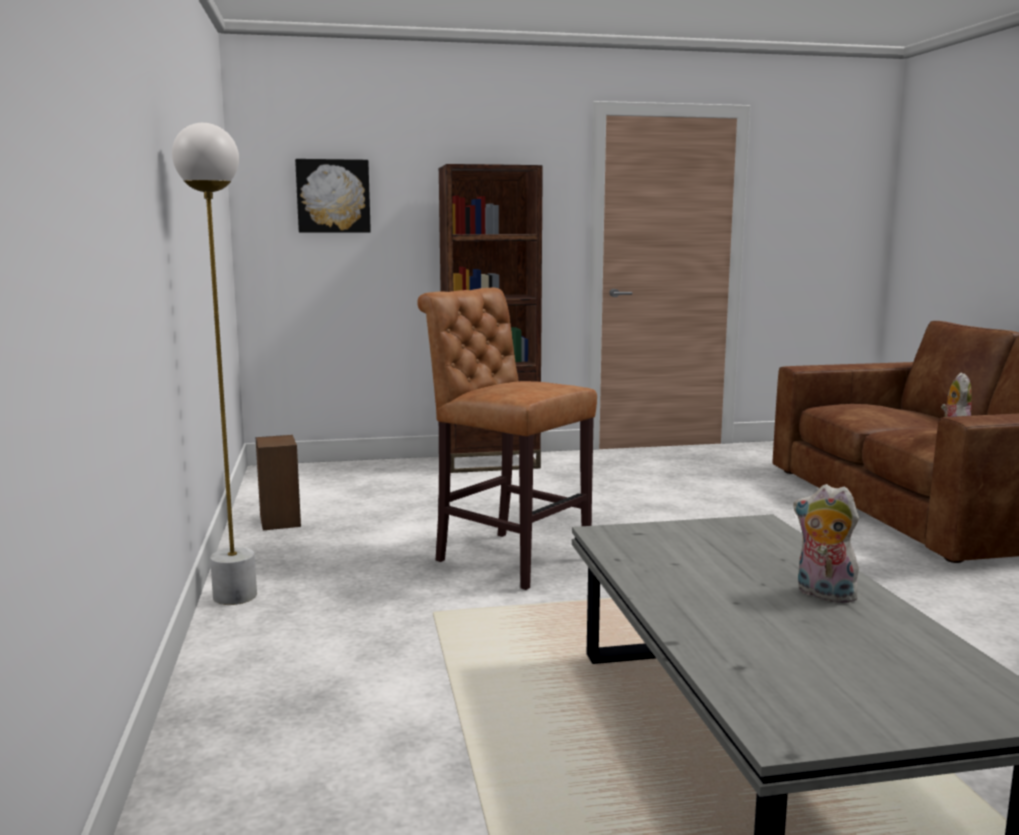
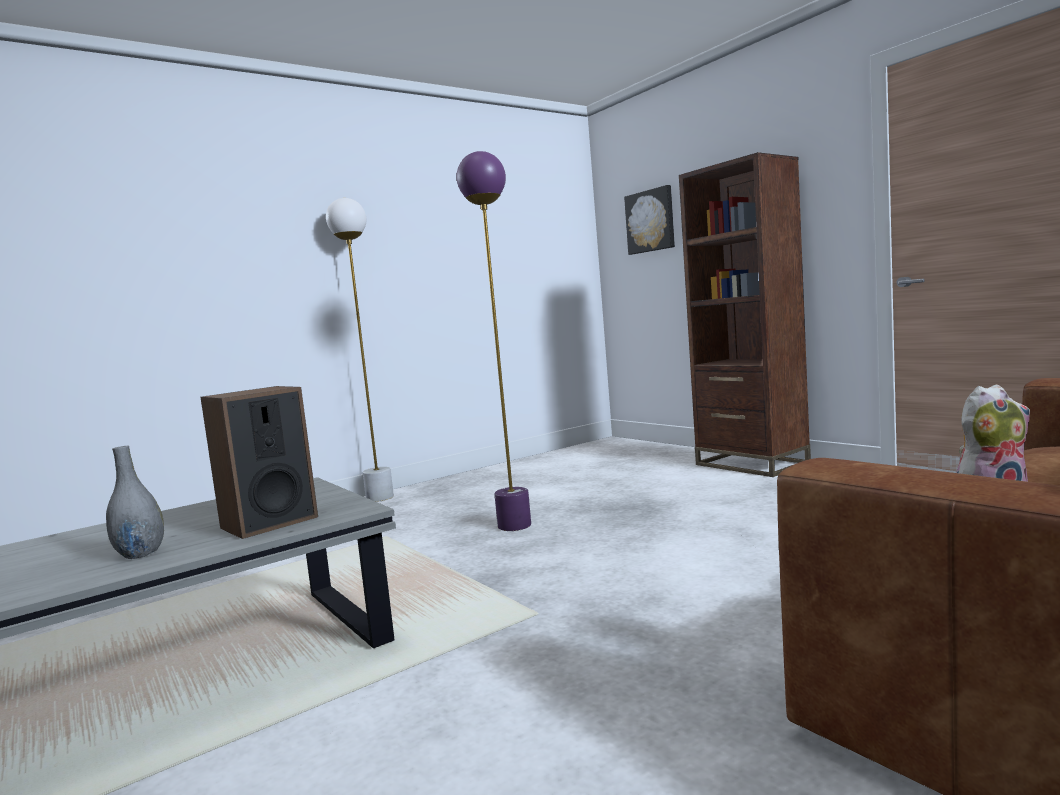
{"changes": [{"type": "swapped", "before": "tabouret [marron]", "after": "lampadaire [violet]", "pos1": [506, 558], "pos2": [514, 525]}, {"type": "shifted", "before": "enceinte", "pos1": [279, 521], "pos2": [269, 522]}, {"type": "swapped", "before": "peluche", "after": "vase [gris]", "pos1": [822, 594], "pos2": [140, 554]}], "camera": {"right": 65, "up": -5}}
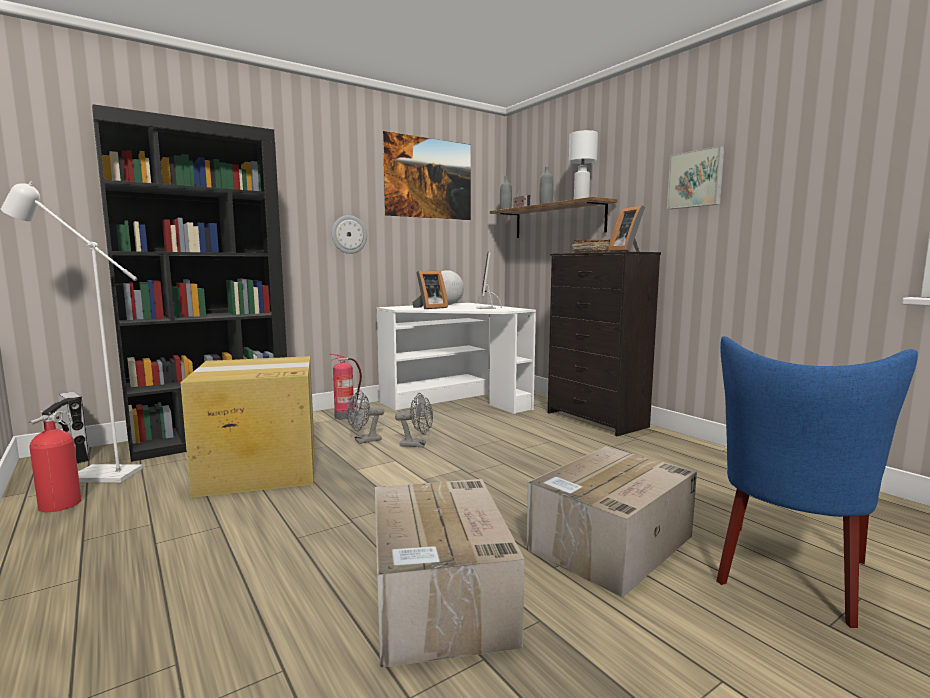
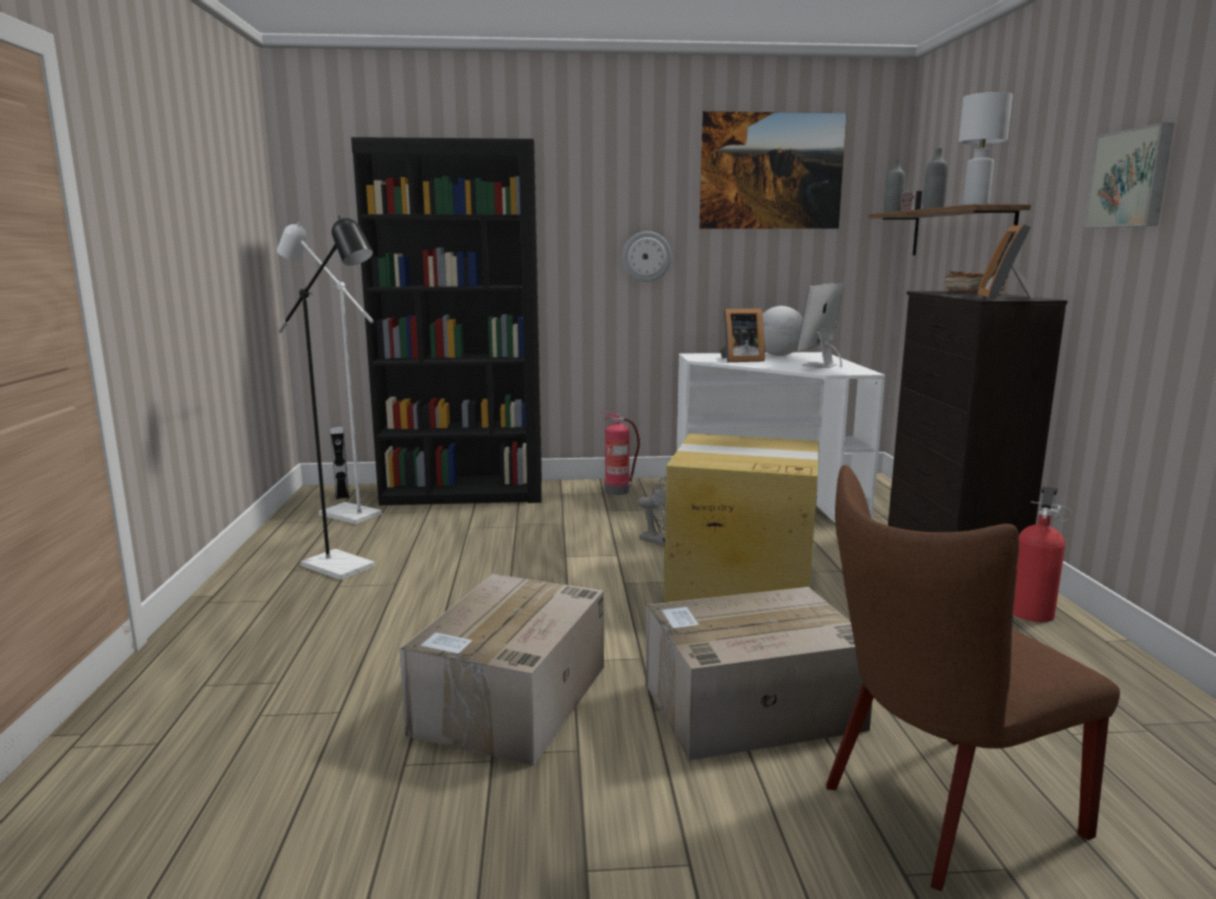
{"changes": [{"type": "repainted", "before": "chaise [bleu]", "after": "chaise [marron]", "pos1": [788, 575], "pos2": [938, 812]}, {"type": "shifted", "before": "carton", "pos1": [258, 469], "pos2": [739, 580]}, {"type": "gone", "before": "ventilateur [gris]", "pos1": [364, 441]}, {"type": "shifted", "before": "extincteur", "pos1": [63, 502], "pos2": [1031, 611]}, {"type": "new", "after": "lampadaire [noir]", "pos2": [347, 569]}], "camera": {"right": 30, "up": 5}}
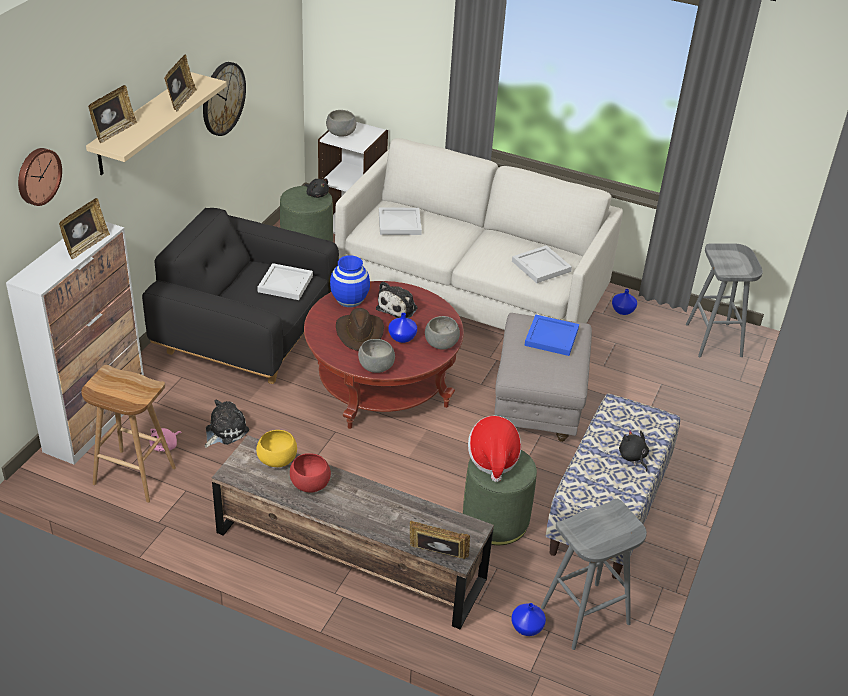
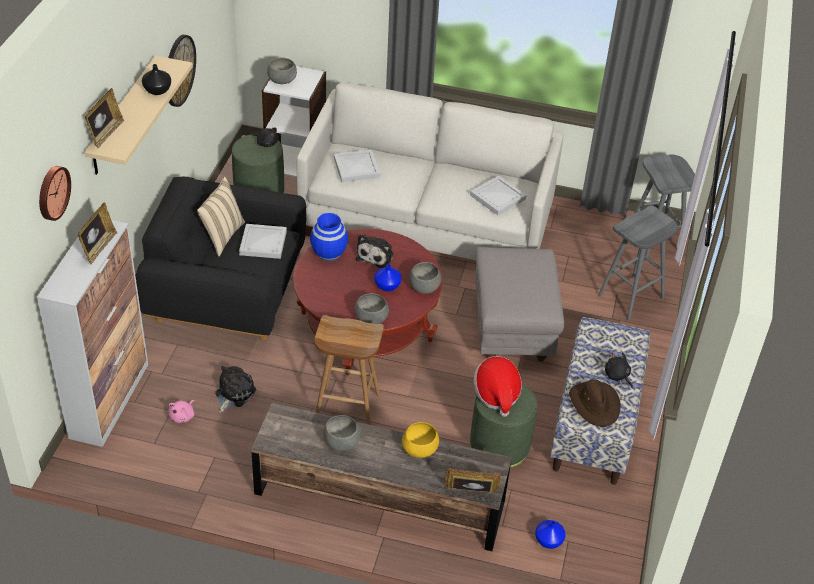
{"changes": [{"type": "swapped", "before": "cadre photo", "after": "vase [noir]", "pos1": [181, 101], "pos2": [157, 90]}, {"type": "gone", "before": "vase [bleu]", "pos1": [623, 310]}, {"type": "shifted", "before": "chapeau [marron]", "pos1": [360, 333], "pos2": [595, 404]}, {"type": "gone", "before": "plateau [bleu]", "pos1": [552, 338]}, {"type": "shifted", "before": "tabouret [marron]", "pos1": [133, 476], "pos2": [346, 408]}, {"type": "shifted", "before": "bol [jaune]", "pos1": [277, 459], "pos2": [420, 448]}, {"type": "repainted", "before": "bol [rouge]", "after": "bol [gris]", "pos1": [310, 484], "pos2": [342, 442]}, {"type": "shifted", "before": "tabouret [gris]", "pos1": [584, 616], "pos2": [630, 298]}, {"type": "new", "after": "coussin [beige]", "pos2": [222, 236]}], "camera": {"right": -10, "up": 5}}
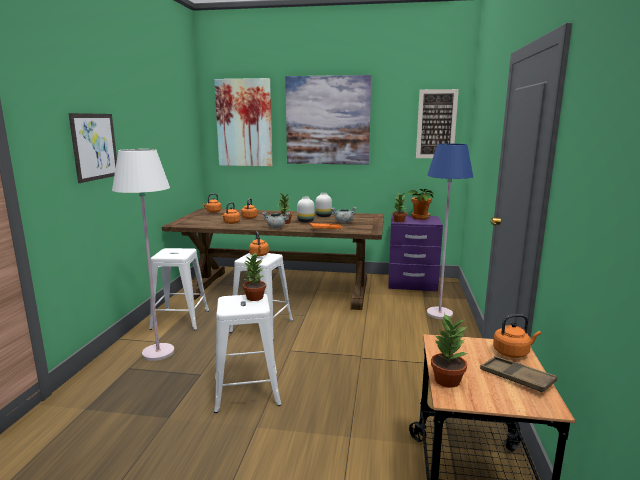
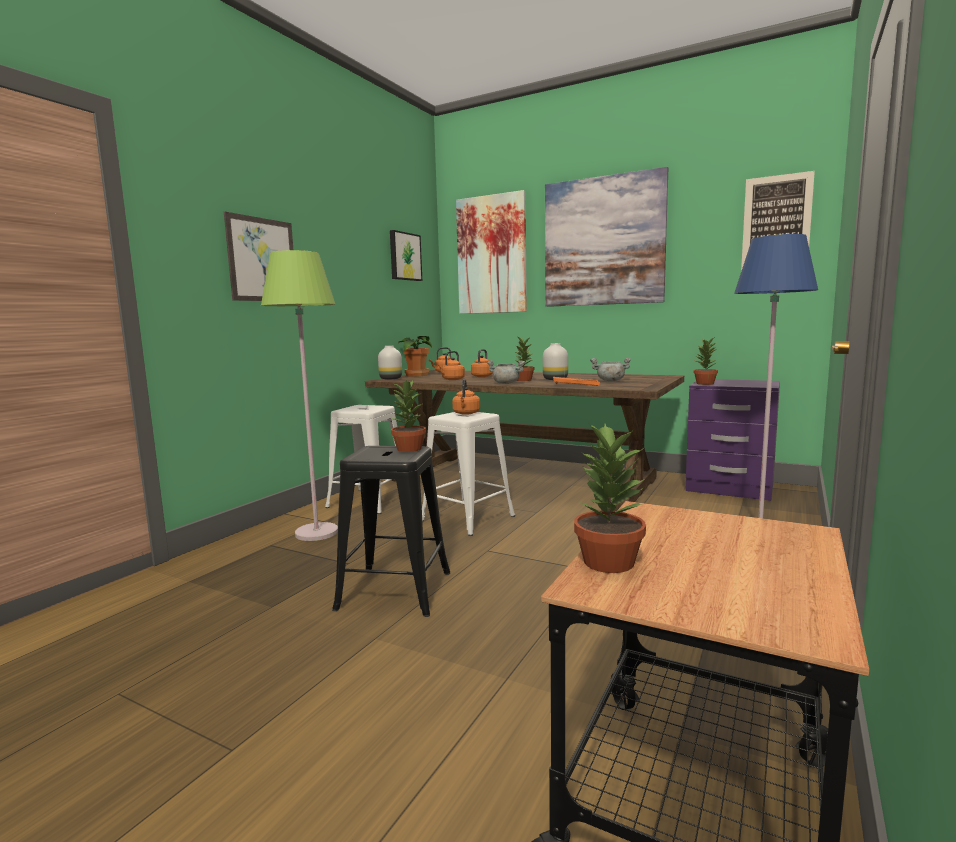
{"changes": [{"type": "repainted", "before": "lampadaire [blanc]", "after": "lampadaire [vert]", "pos1": [158, 352], "pos2": [317, 533]}, {"type": "shifted", "before": "plante en pot", "pos1": [420, 218], "pos2": [416, 375]}, {"type": "shifted", "before": "vase [blanc]", "pos1": [323, 216], "pos2": [391, 379]}, {"type": "repainted", "before": "tabouret [blanc]", "after": "tabouret [noir]", "pos1": [247, 390], "pos2": [394, 590]}, {"type": "gone", "before": "bouilloire [orange]", "pos1": [512, 352]}, {"type": "gone", "before": "plateau [marron]", "pos1": [516, 378]}, {"type": "new", "after": "tableau", "pos2": [404, 256]}], "camera": {"right": 20, "up": -5}}
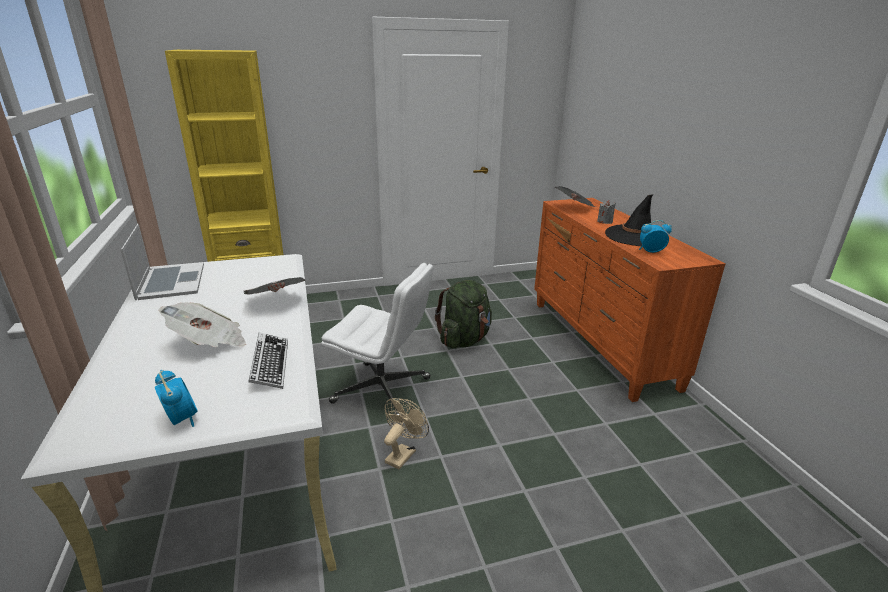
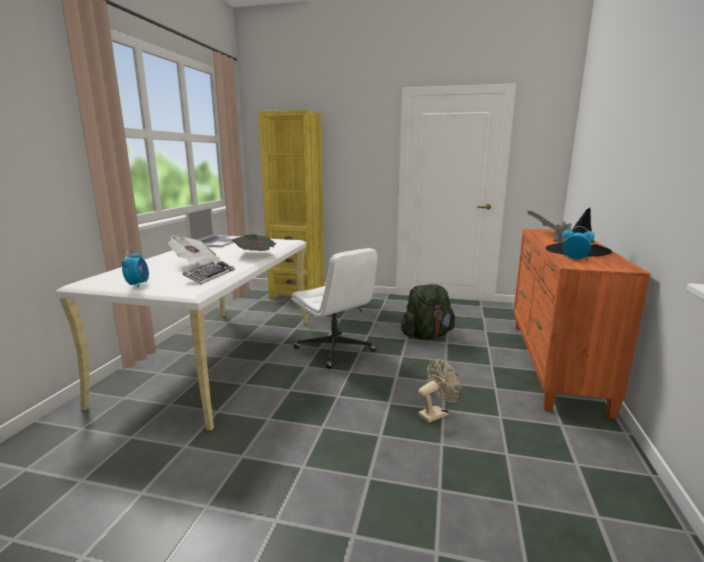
{"changes": [{"type": "shifted", "before": "ventilateur [beige]", "pos1": [403, 453], "pos2": [436, 414]}], "camera": {"right": 30, "up": -10}}
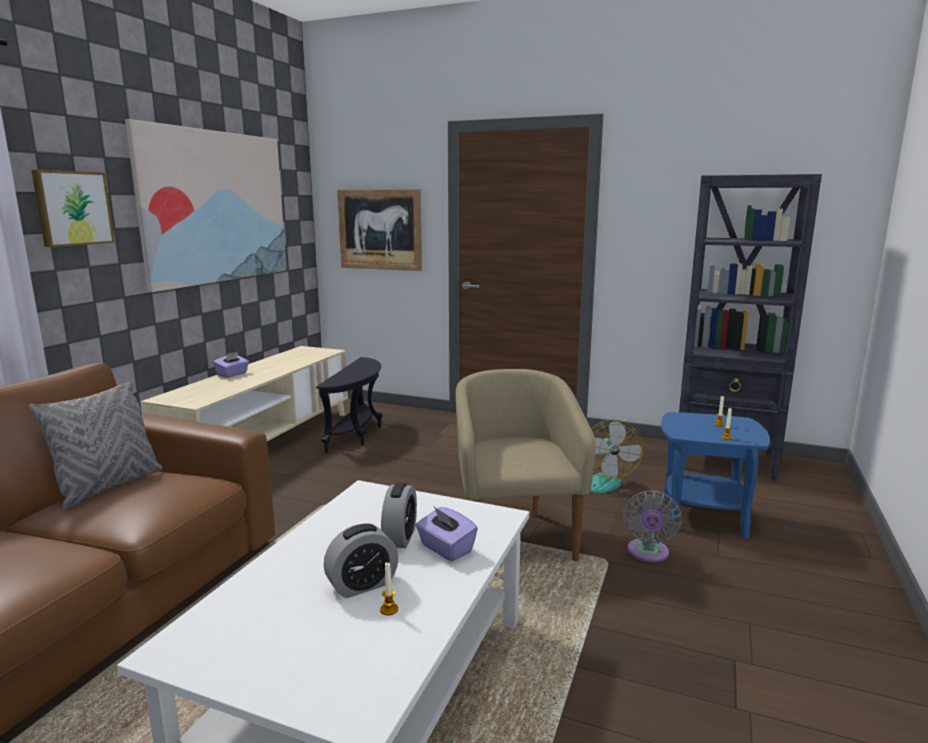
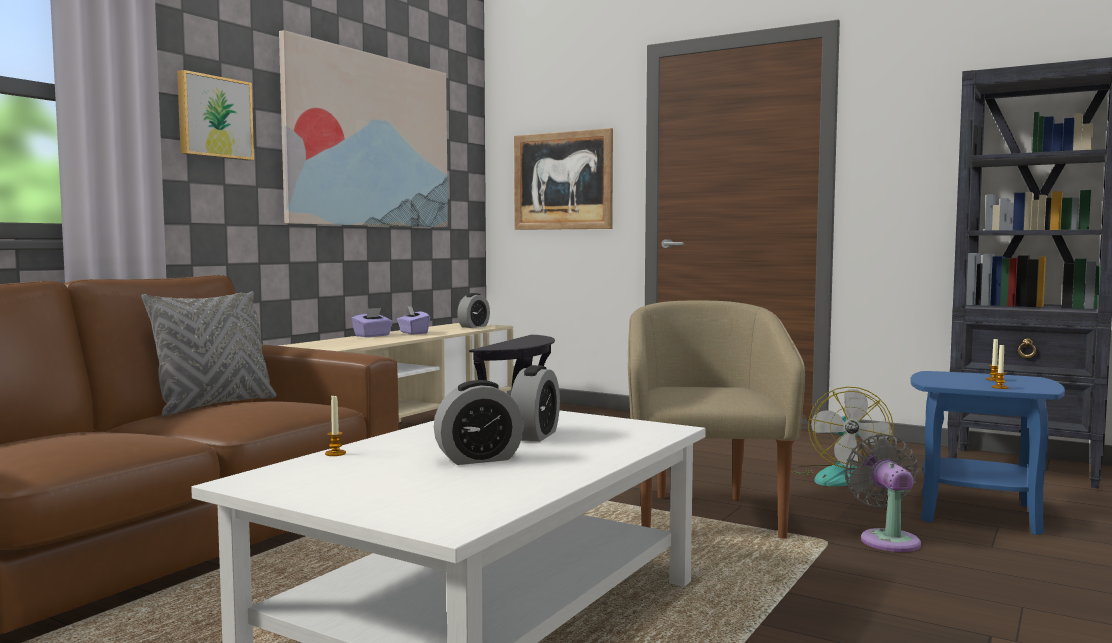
{"changes": [{"type": "rotated", "before": "ventilateur [gris]", "pos1": [647, 553], "pos2": [887, 539], "turn": 150}, {"type": "shifted", "before": "boîte à mouchoirs [violet]", "pos1": [445, 549], "pos2": [413, 333]}, {"type": "shifted", "before": "bougie", "pos1": [389, 609], "pos2": [335, 453]}, {"type": "new", "after": "réveil", "pos2": [474, 326]}], "camera": {"right": 10, "up": -10}}
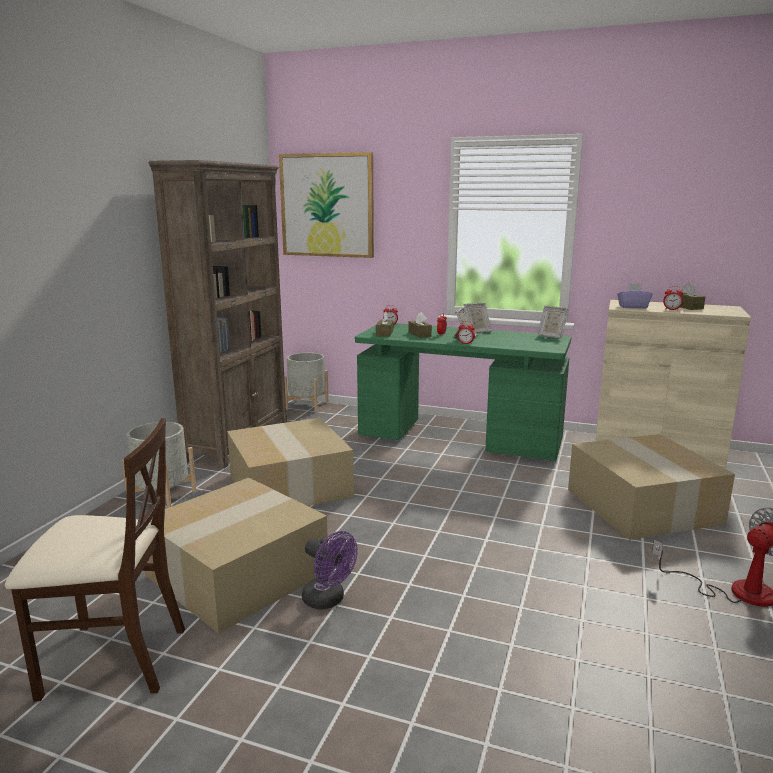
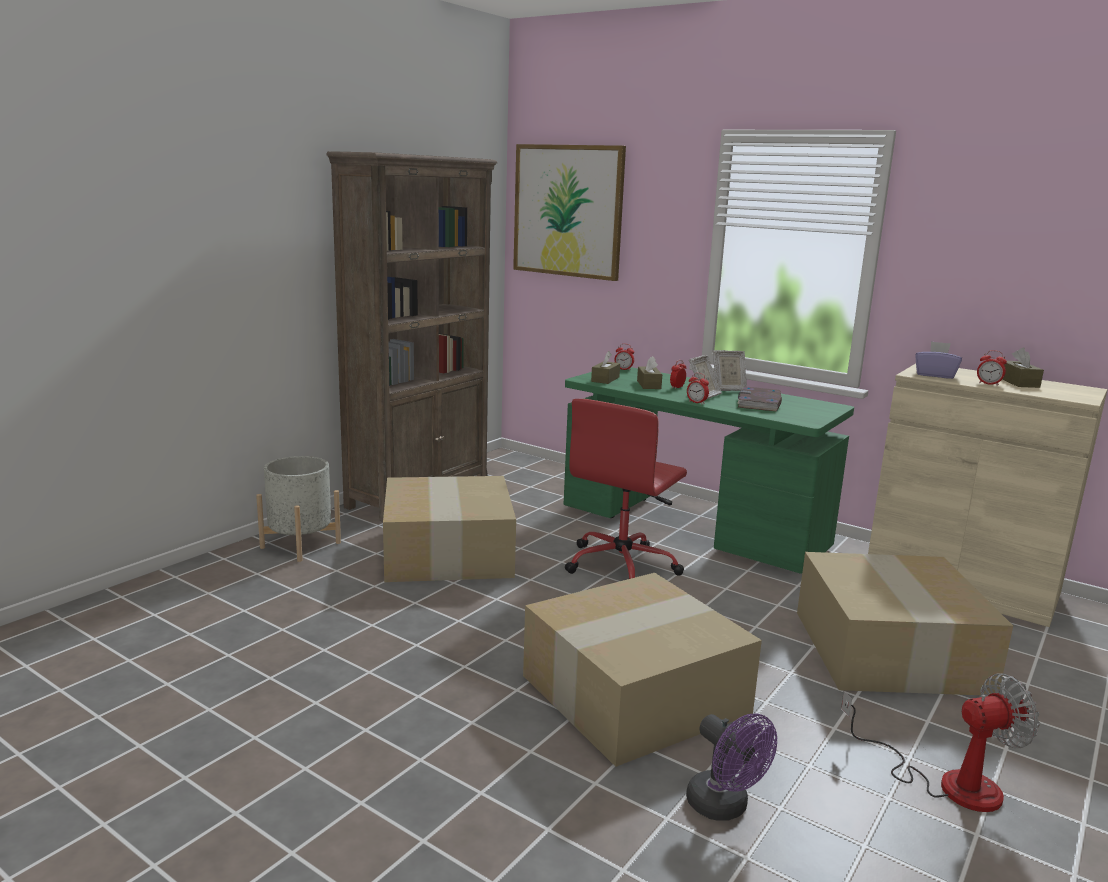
{"changes": [{"type": "gone", "before": "cadre photo", "pos1": [551, 336]}, {"type": "gone", "before": "cache-pot [gris]", "pos1": [307, 405]}, {"type": "gone", "before": "chaise [beige]", "pos1": [113, 660]}, {"type": "shifted", "before": "carton", "pos1": [238, 572], "pos2": [635, 692]}, {"type": "shifted", "before": "ventilateur [violet]", "pos1": [328, 600], "pos2": [724, 807]}, {"type": "new", "after": "livre", "pos2": [759, 403]}, {"type": "new", "after": "chaise de bureau [rouge]", "pos2": [622, 565]}], "camera": {"right": 15, "up": 0}}
